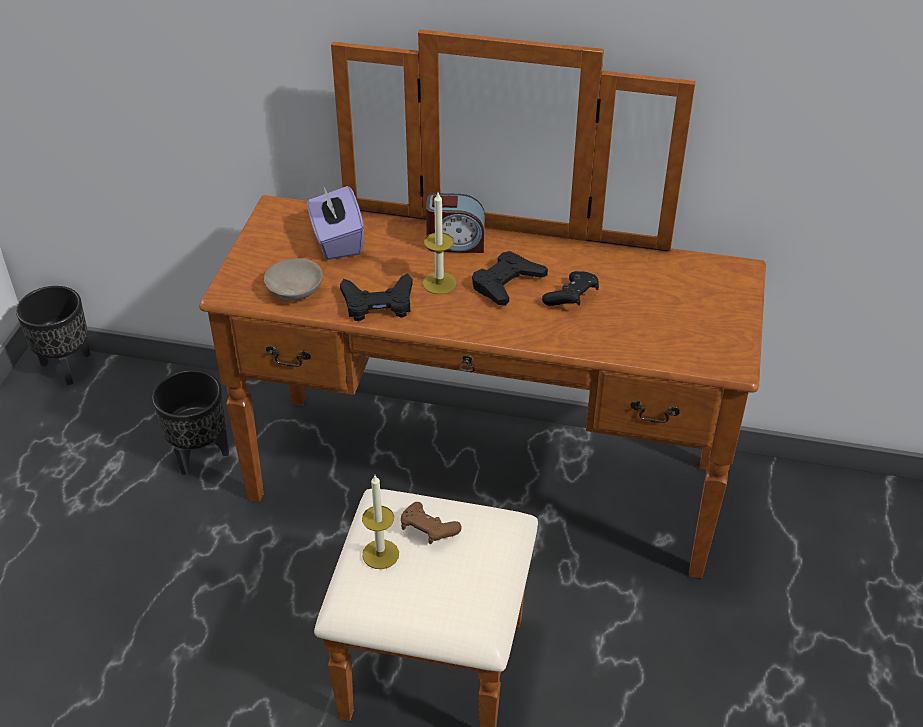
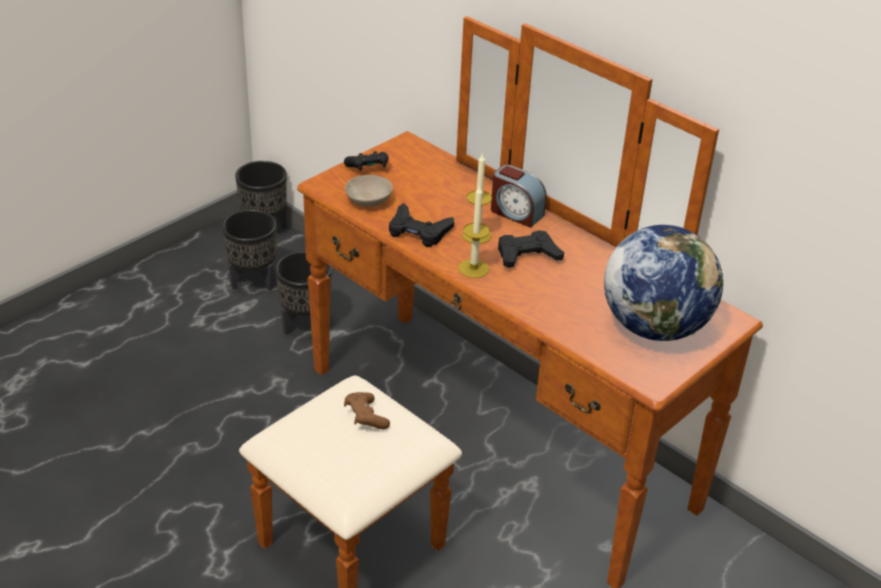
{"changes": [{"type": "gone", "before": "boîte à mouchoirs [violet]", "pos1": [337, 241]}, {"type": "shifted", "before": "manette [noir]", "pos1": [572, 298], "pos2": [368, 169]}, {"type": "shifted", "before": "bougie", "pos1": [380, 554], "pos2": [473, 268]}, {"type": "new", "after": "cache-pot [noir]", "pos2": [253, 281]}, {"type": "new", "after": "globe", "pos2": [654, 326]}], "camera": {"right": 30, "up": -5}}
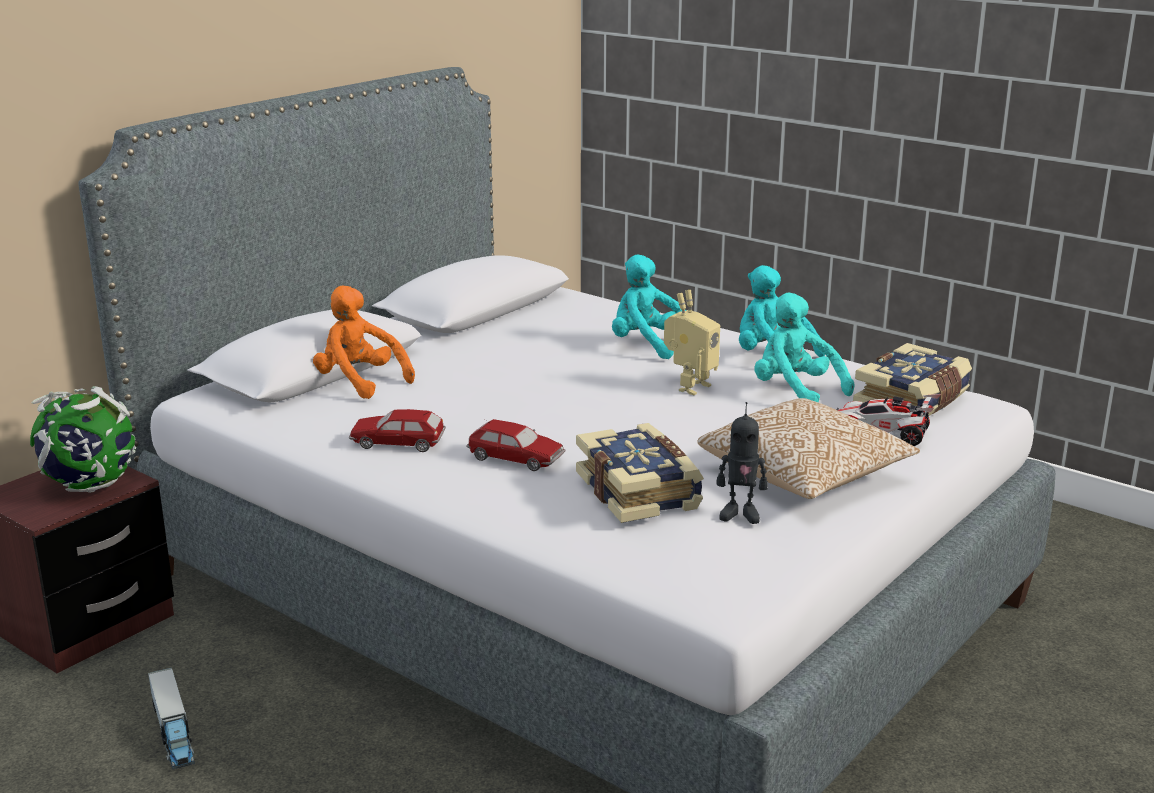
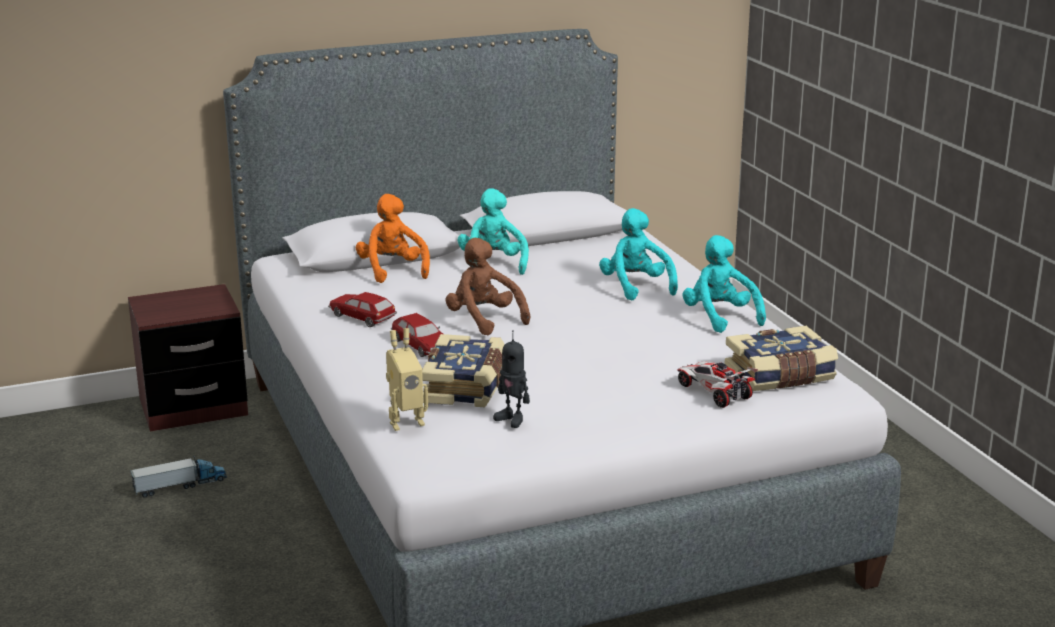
{"changes": [{"type": "shifted", "before": "robot jouet", "pos1": [689, 386], "pos2": [405, 421]}, {"type": "shifted", "before": "peluche [turquoise]", "pos1": [795, 391], "pos2": [493, 264]}, {"type": "gone", "before": "globe", "pos1": [89, 486]}, {"type": "gone", "before": "coussin", "pos1": [804, 476]}, {"type": "rotated", "before": "camion jouet", "pos1": [173, 732], "pos2": [180, 486], "turn": -120}, {"type": "new", "after": "peluche [marron]", "pos2": [484, 320]}], "camera": {"right": 30, "up": 0}}
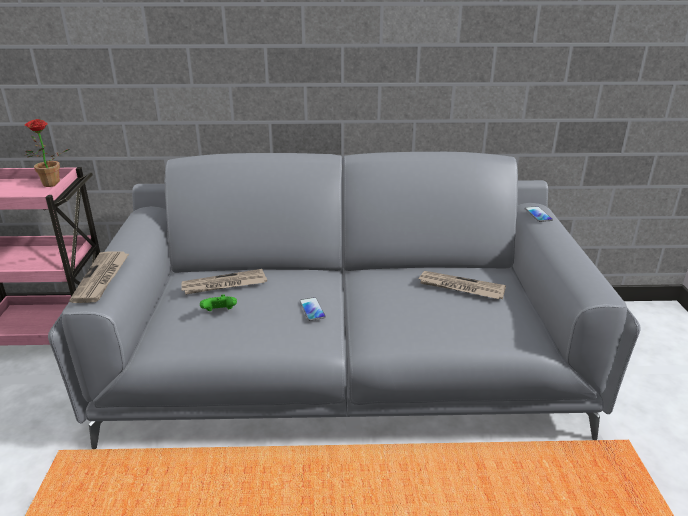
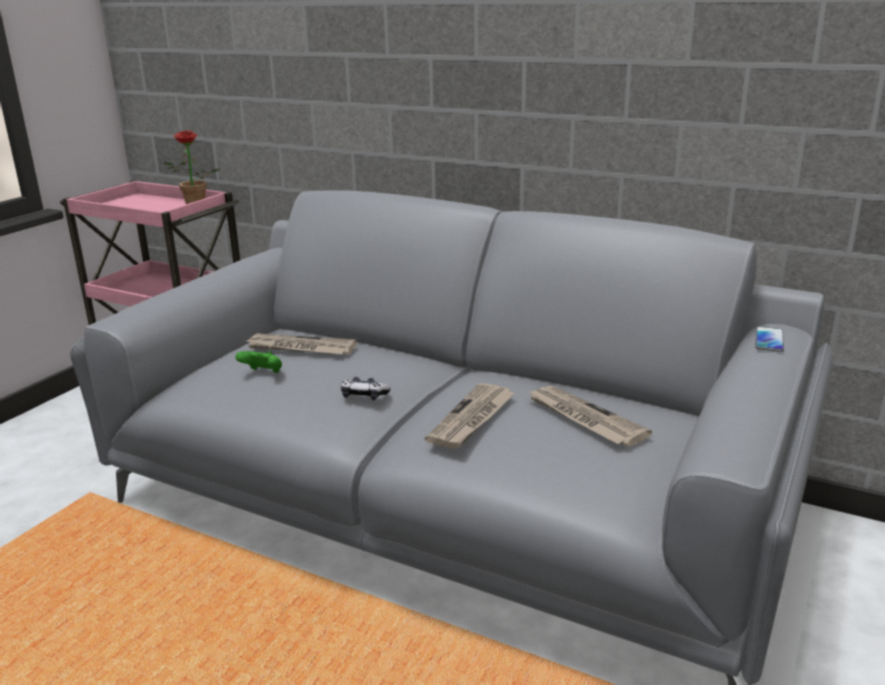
{"changes": [{"type": "shifted", "before": "journal", "pos1": [102, 278], "pos2": [472, 419]}, {"type": "swapped", "before": "téléphone", "after": "manette", "pos1": [312, 309], "pos2": [364, 396]}], "camera": {"right": 30, "up": -5}}
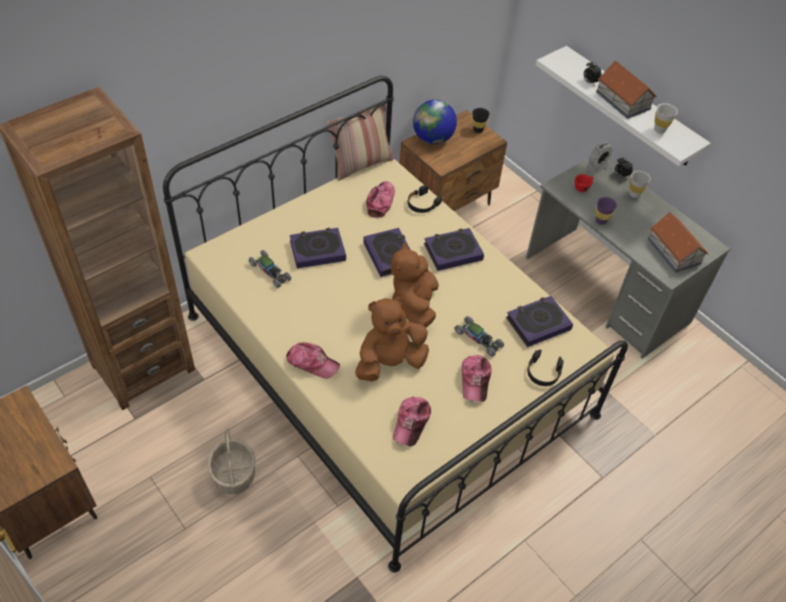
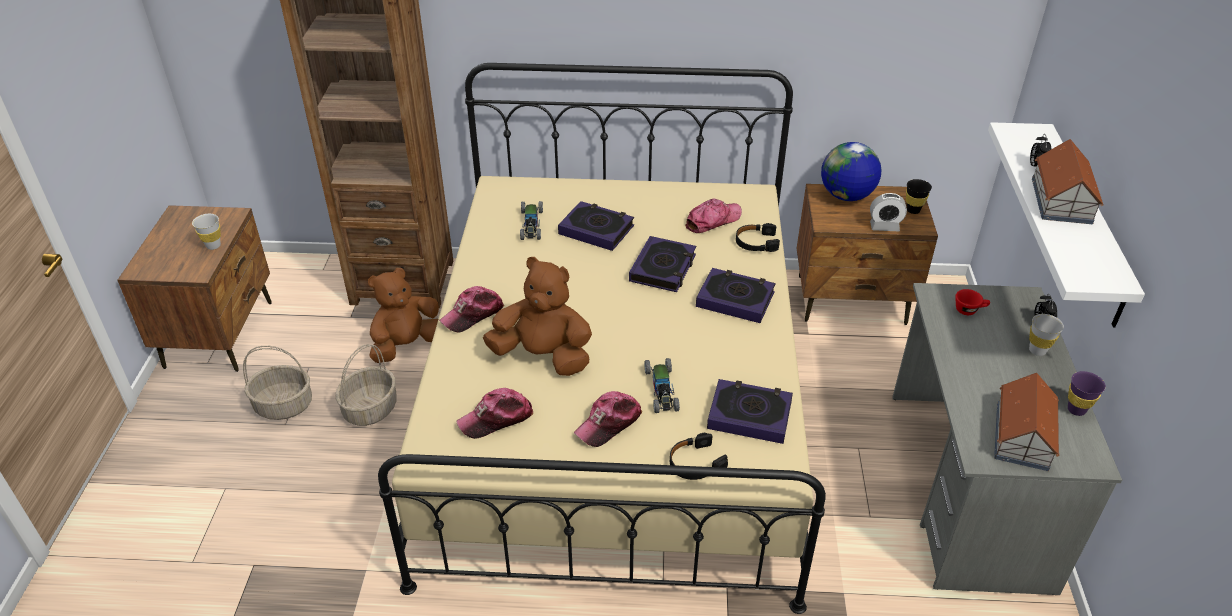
{"changes": [{"type": "shifted", "before": "tasse [blanc]", "pos1": [659, 130], "pos2": [213, 245]}, {"type": "gone", "before": "coussin", "pos1": [361, 164]}, {"type": "shifted", "before": "réveil", "pos1": [596, 167], "pos2": [884, 227]}, {"type": "shifted", "before": "tasse [violet]", "pos1": [601, 221], "pos2": [1076, 410]}, {"type": "shifted", "before": "peluche [marron]", "pos1": [414, 305], "pos2": [407, 345]}, {"type": "rotated", "before": "casquette", "pos1": [312, 363], "pos2": [473, 314], "turn": 75}, {"type": "new", "after": "panier", "pos2": [284, 405]}], "camera": {"right": 45, "up": -10}}
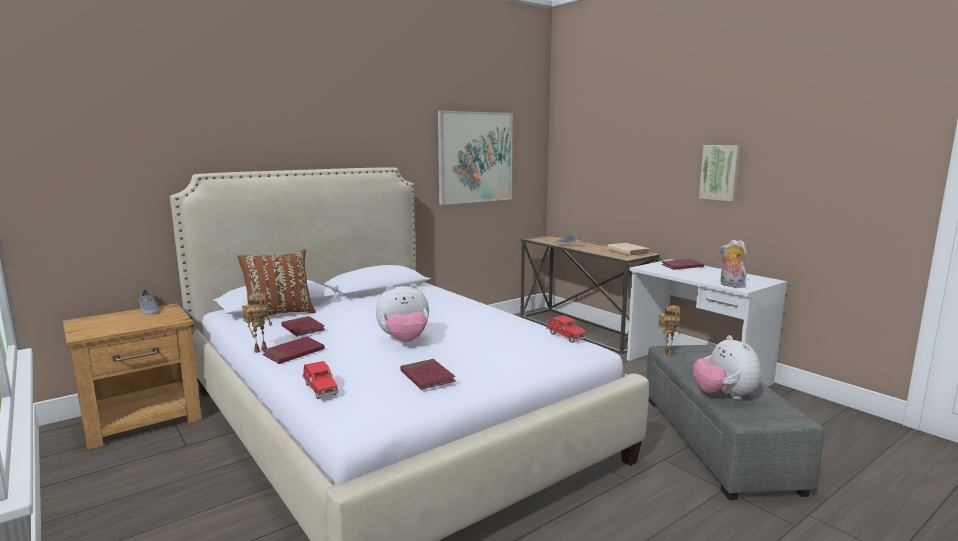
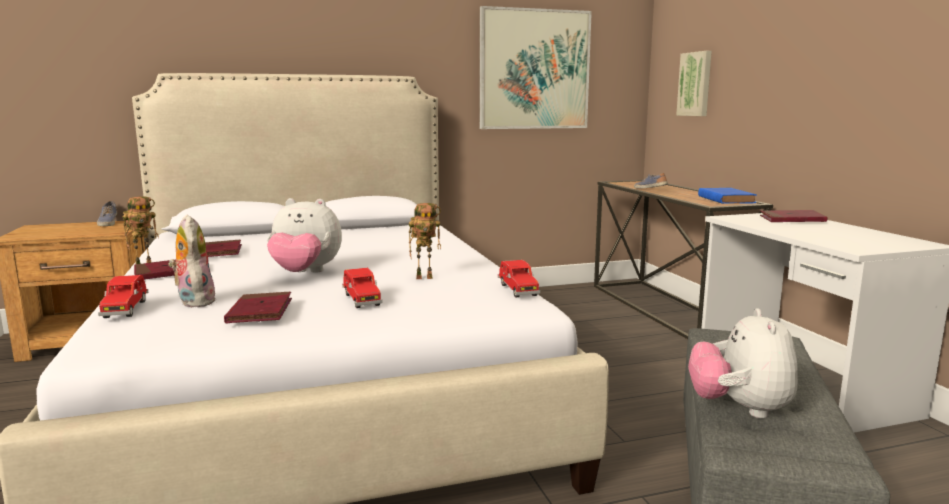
{"changes": [{"type": "shifted", "before": "tableau", "pos1": [720, 172], "pos2": [695, 84]}, {"type": "shifted", "before": "peluche", "pos1": [731, 285], "pos2": [194, 301]}, {"type": "repainted", "before": "livre [beige]", "after": "livre [bleu]", "pos1": [627, 252], "pos2": [725, 199]}, {"type": "gone", "before": "coussin [marron]", "pos1": [279, 314]}, {"type": "shifted", "before": "robot jouet", "pos1": [668, 353], "pos2": [425, 277]}, {"type": "new", "after": "petite voiture [rouge]", "pos2": [361, 300]}], "camera": {"right": 20, "up": 0}}
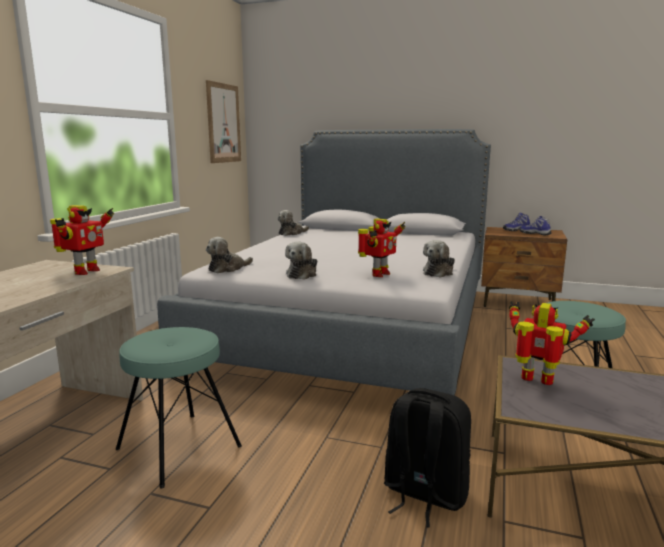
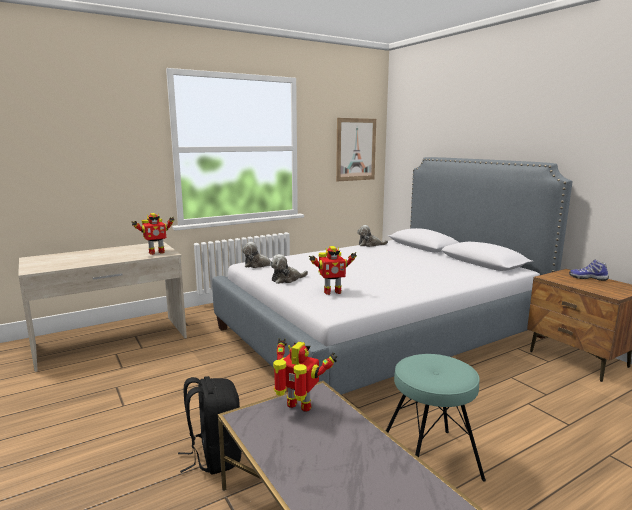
{"changes": [{"type": "gone", "before": "chaussure", "pos1": [535, 233]}, {"type": "gone", "before": "peluche", "pos1": [439, 272]}, {"type": "rotated", "before": "robot jouet", "pos1": [538, 381], "pos2": [299, 407], "turn": -45}, {"type": "gone", "before": "tabouret [turquoise]", "pos1": [178, 448]}], "camera": {"right": 40, "up": 0}}
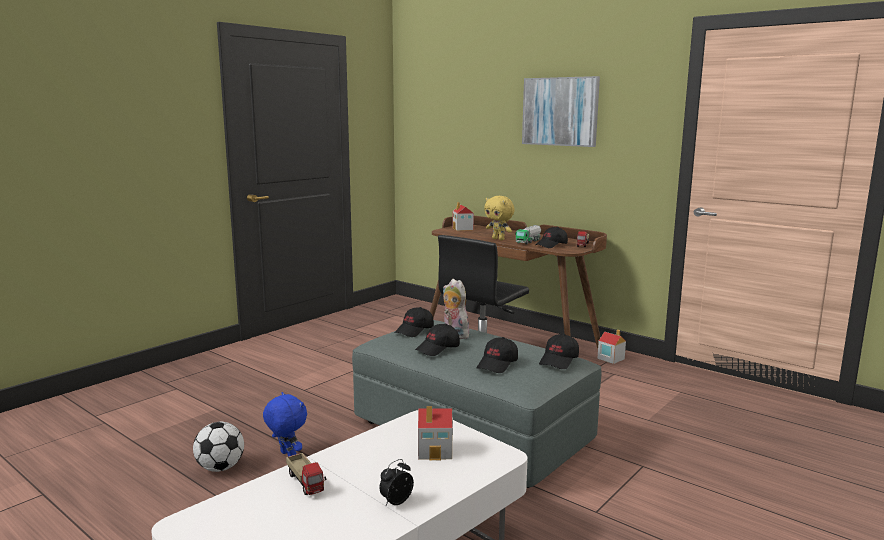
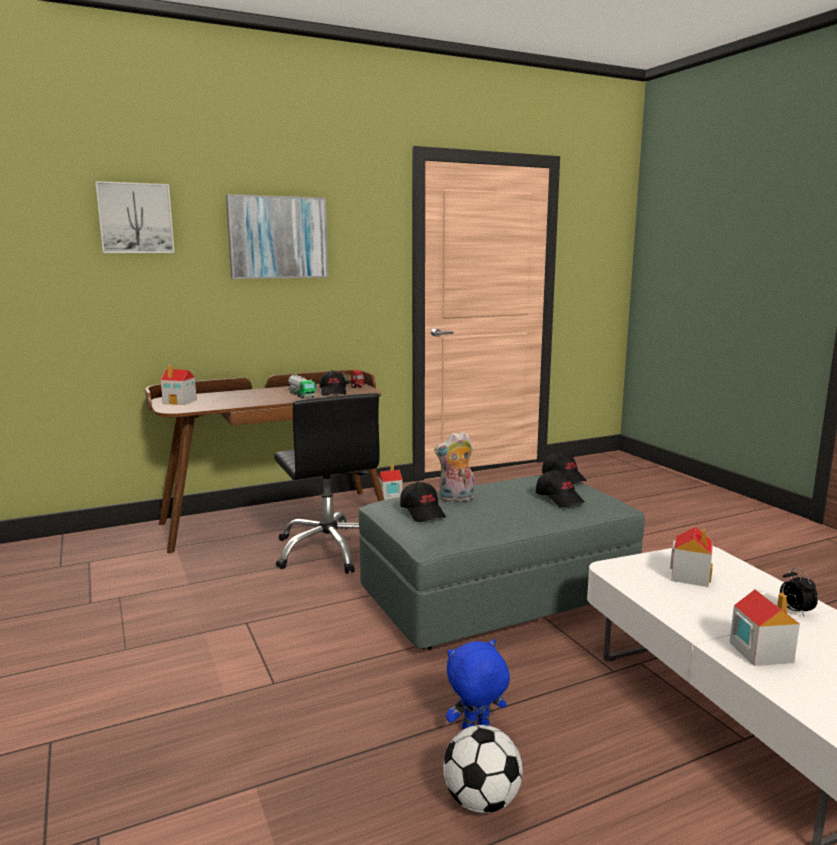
{"changes": [{"type": "gone", "before": "peluche [jaune]", "pos1": [498, 239]}, {"type": "gone", "before": "casquette [noir]", "pos1": [438, 349]}, {"type": "swapped", "before": "camion jouet", "after": "maison miniature", "pos1": [306, 483], "pos2": [760, 651]}, {"type": "new", "after": "tableau", "pos2": [135, 218]}], "camera": {"right": -65, "up": 0}}
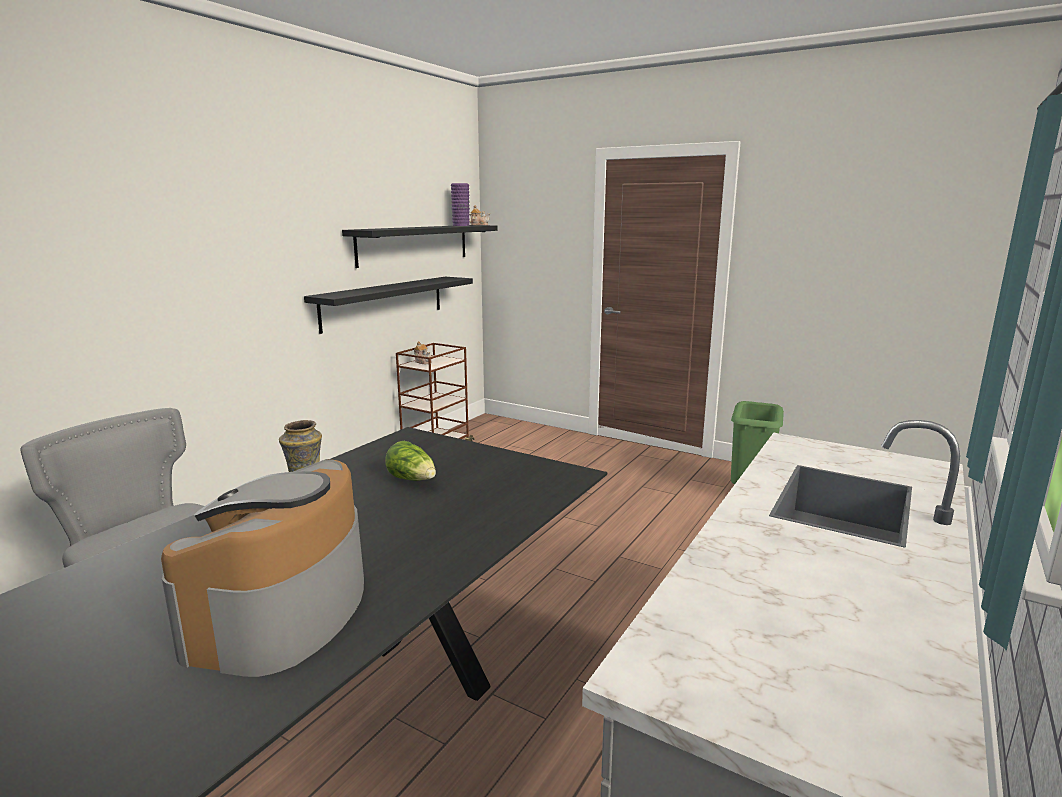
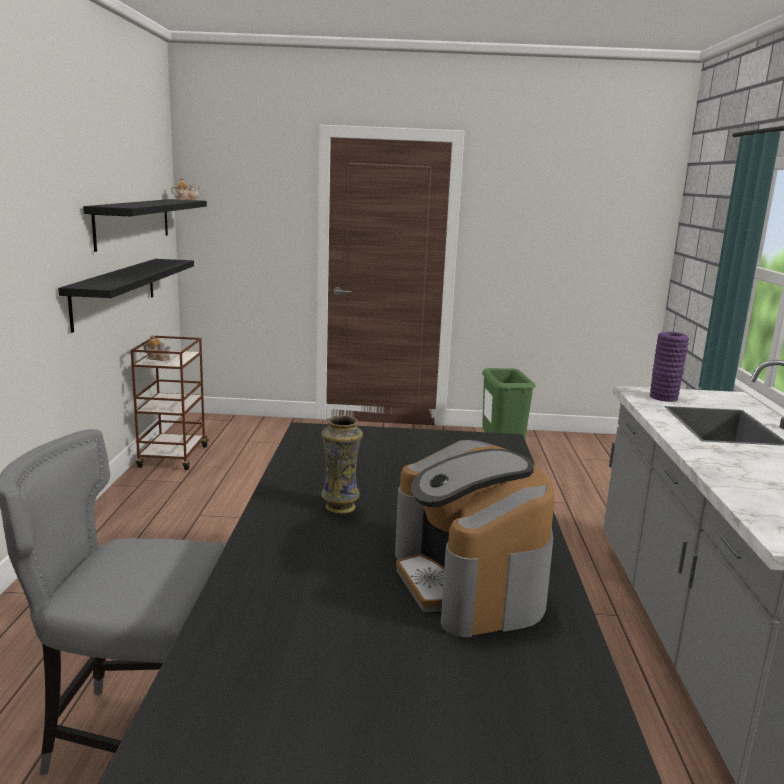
{"changes": [{"type": "shifted", "before": "vase [violet]", "pos1": [461, 225], "pos2": [663, 397]}, {"type": "gone", "before": "laitue", "pos1": [413, 480]}], "camera": {"right": -30, "up": 0}}
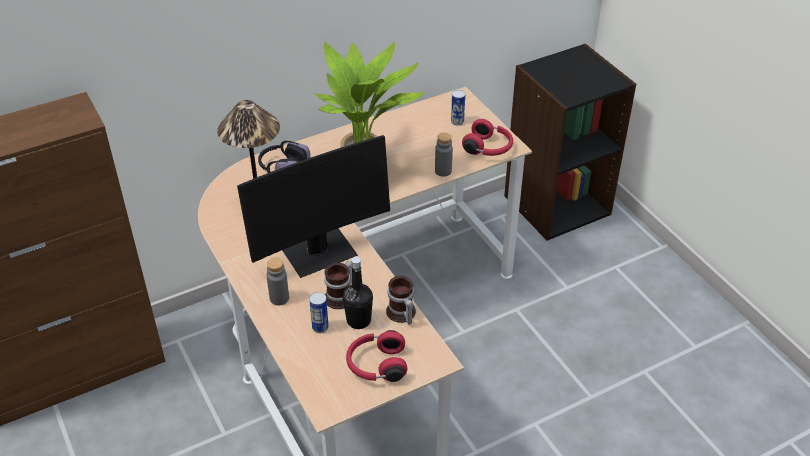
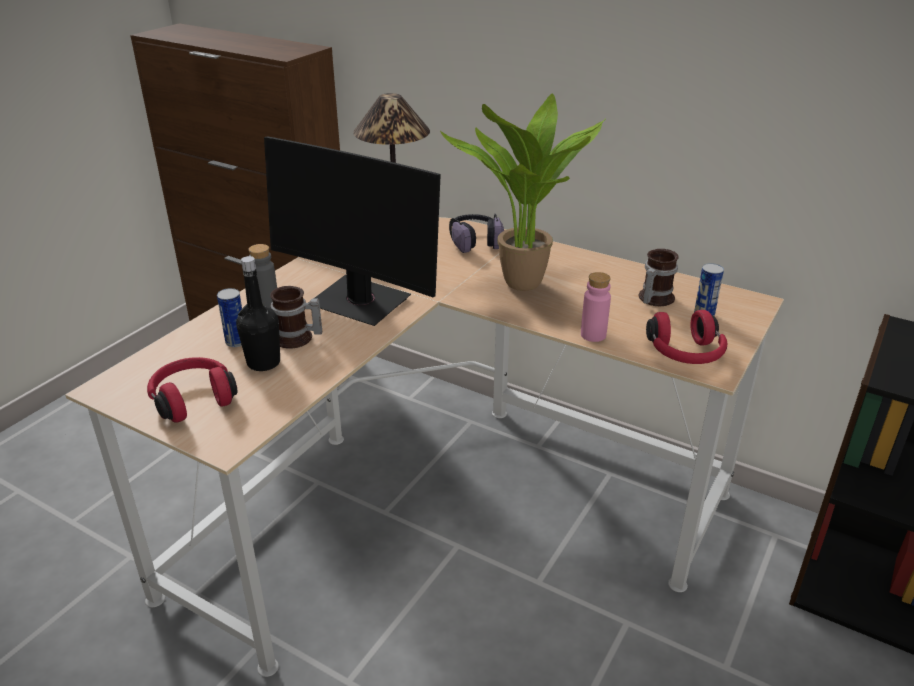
{"changes": [{"type": "repainted", "before": "bouteille [gris]", "after": "bouteille [rose]", "pos1": [443, 171], "pos2": [593, 335]}, {"type": "shifted", "before": "mug", "pos1": [400, 314], "pos2": [653, 298]}], "camera": {"right": 60, "up": -10}}
